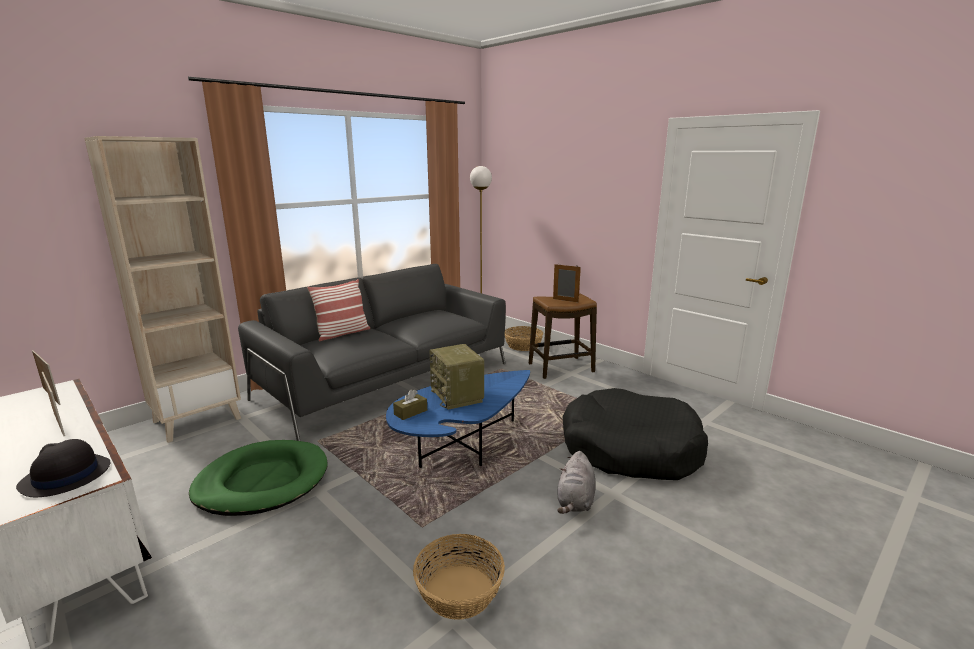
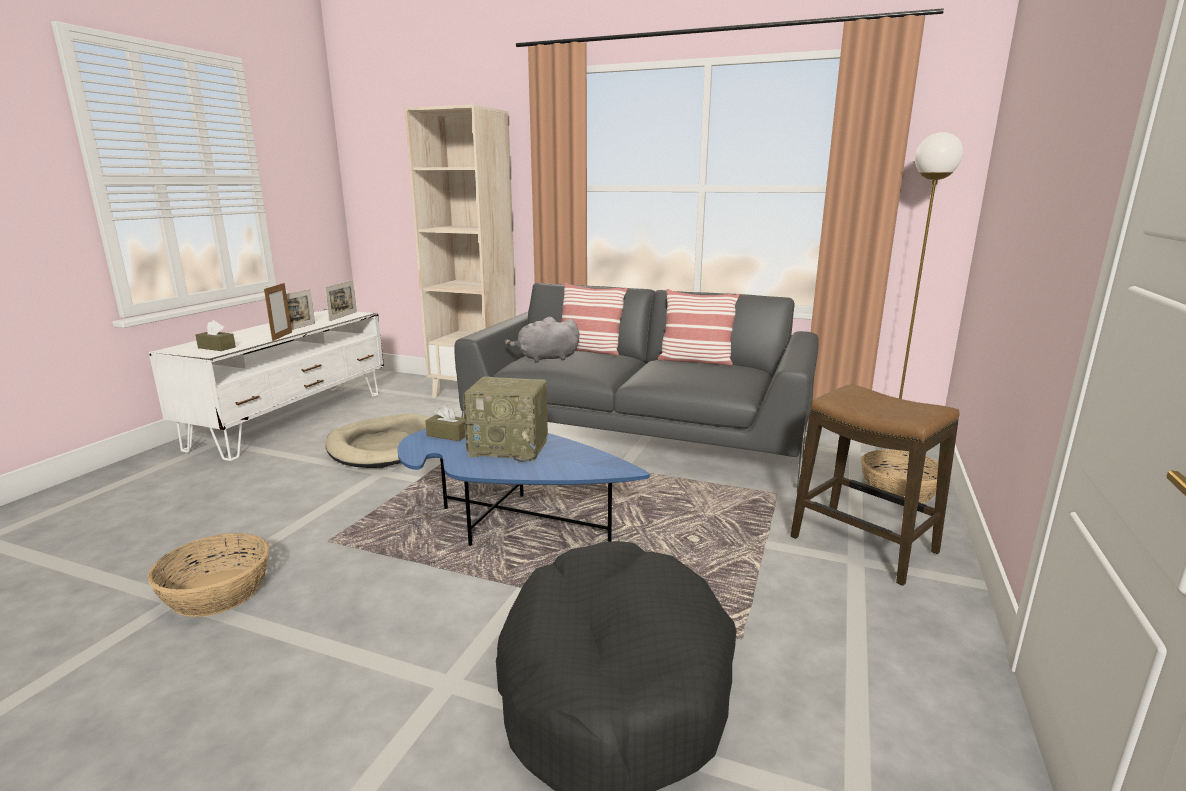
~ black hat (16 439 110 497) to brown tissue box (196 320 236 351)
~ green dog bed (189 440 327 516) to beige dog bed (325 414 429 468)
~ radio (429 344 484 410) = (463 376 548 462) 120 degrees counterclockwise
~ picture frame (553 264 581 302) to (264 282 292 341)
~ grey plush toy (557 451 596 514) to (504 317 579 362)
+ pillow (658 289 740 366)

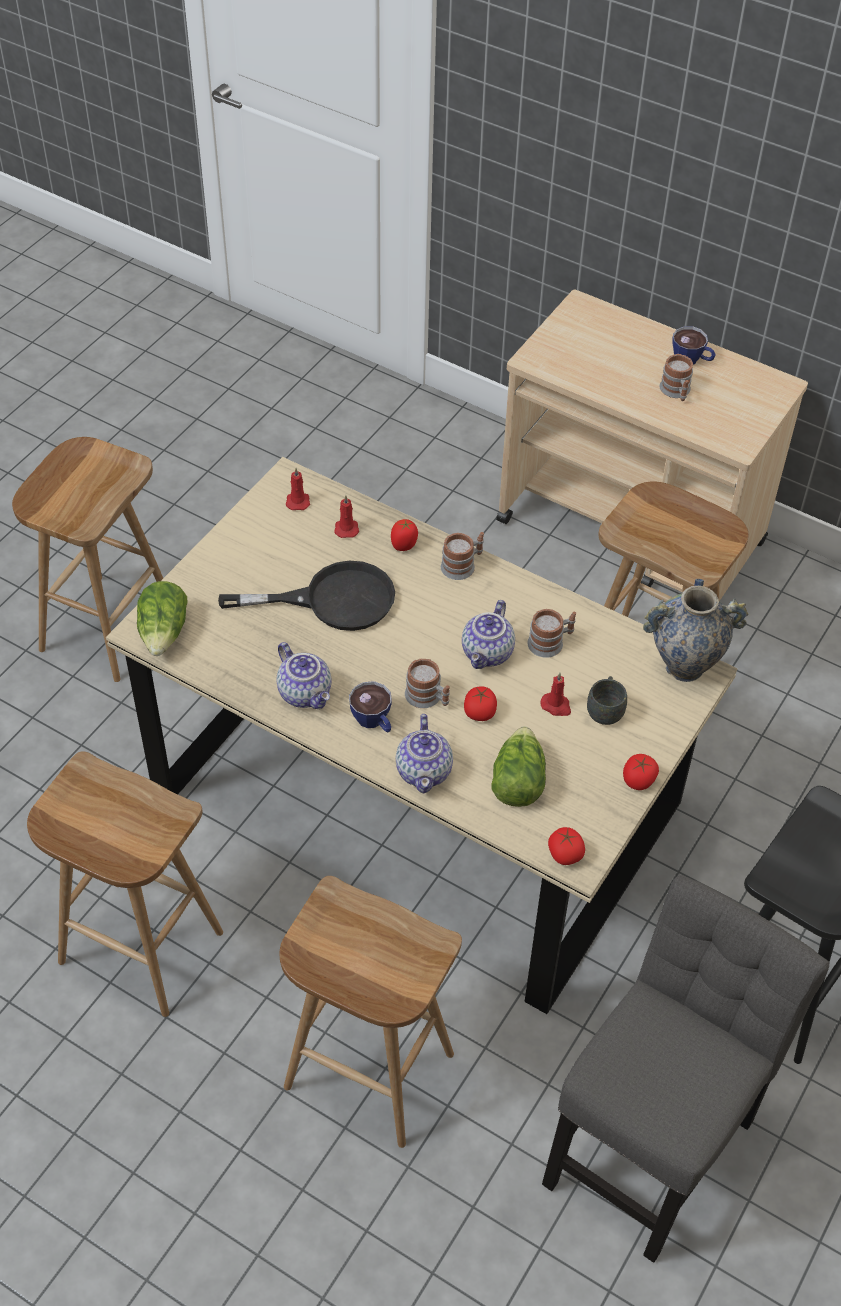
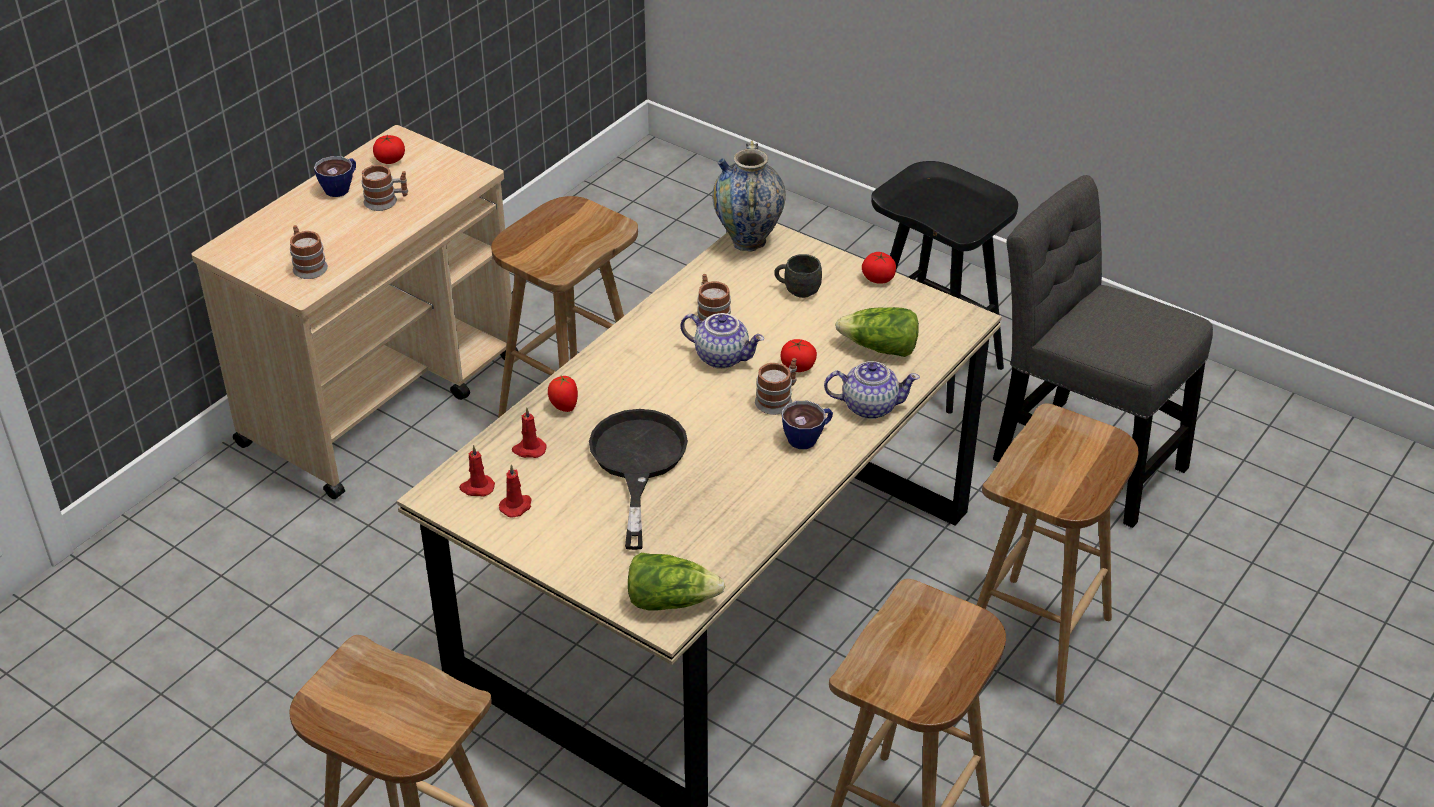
- teapot (277 642 332 709)
~ mug (441 532 484 580) to (290 225 328 279)
~ red candle (541 673 571 716) to (499 464 532 518)
~ tomato (548 827 585 865) to (373 135 405 164)

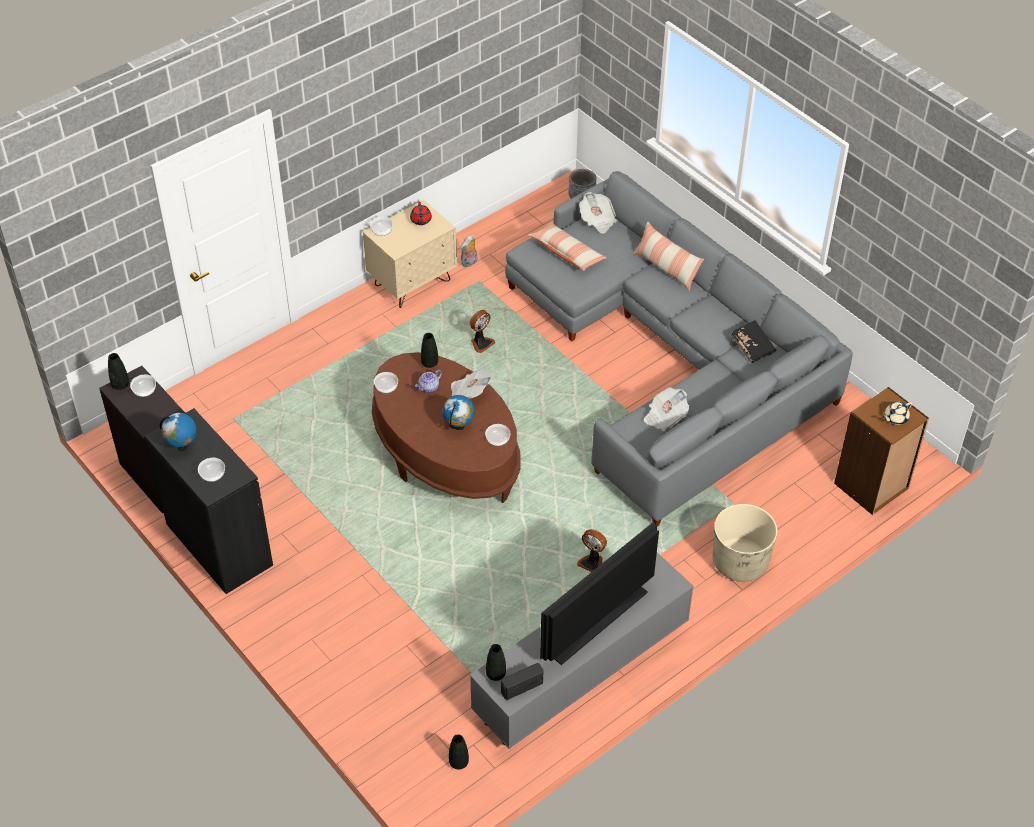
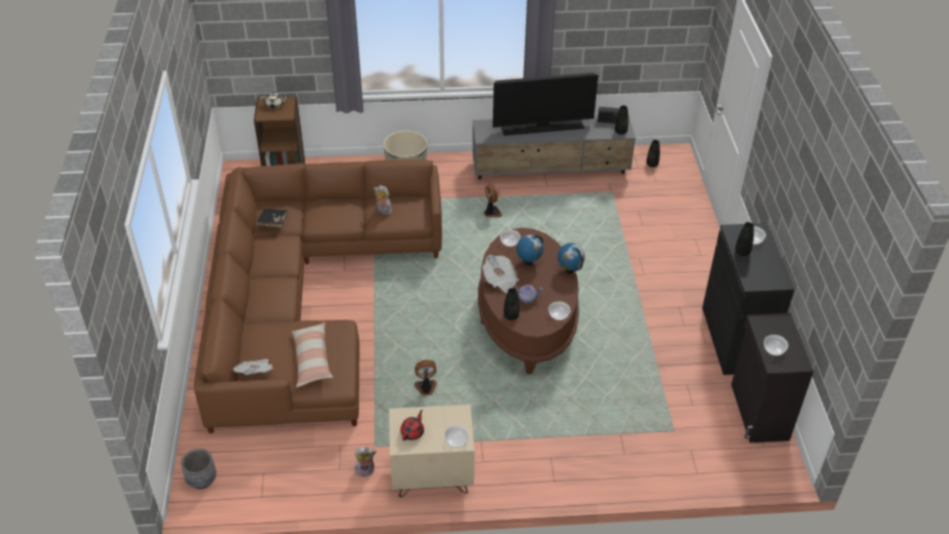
~ black vase (108 353 129 390) to (735 222 754 256)
~ globe (160 413 197 451) to (558 243 585 274)
~ grey sofa (505 171 853 526) to brown sofa (194 160 442 433)
- pillow (633 222 704 291)
~ newspaper (644 387 689 431) to plush toy (373 185 392 215)

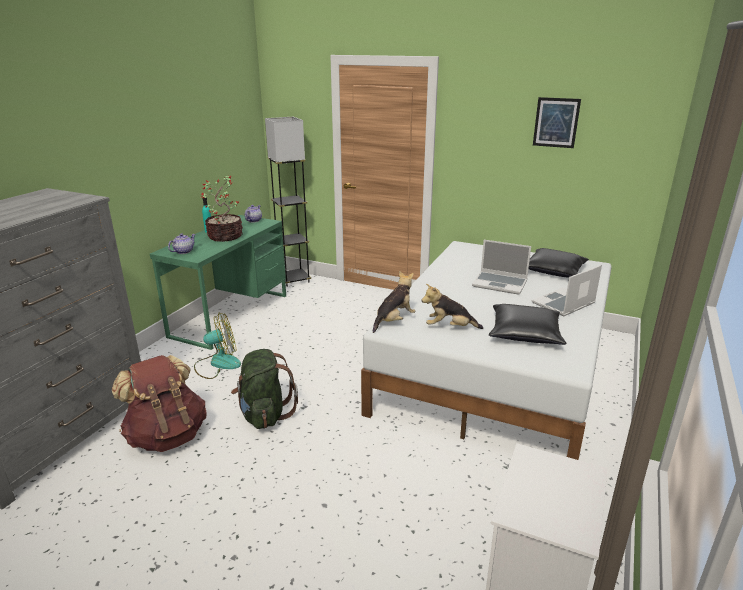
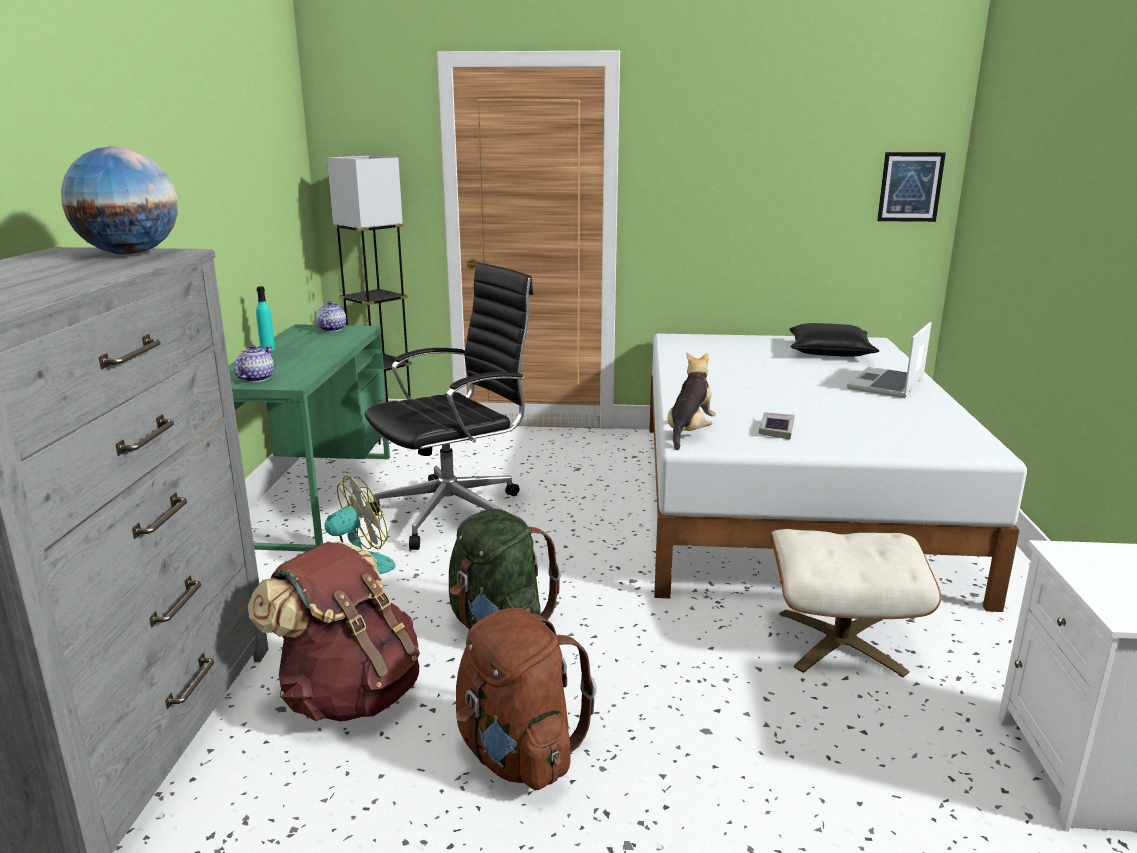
- potted plant (201 175 243 242)
~ plush toy (421 284 483 329) to book (759 413 795 440)
- laptop (472 240 531 295)
- black pillow (489 304 567 345)
~ picture (533 97 581 148) to (877 152 946 222)
+ globe (61 146 178 254)
+ black office chair (365 262 533 550)
+ brown backpack (456 608 597 790)
+ beige ottoman (770 529 941 677)

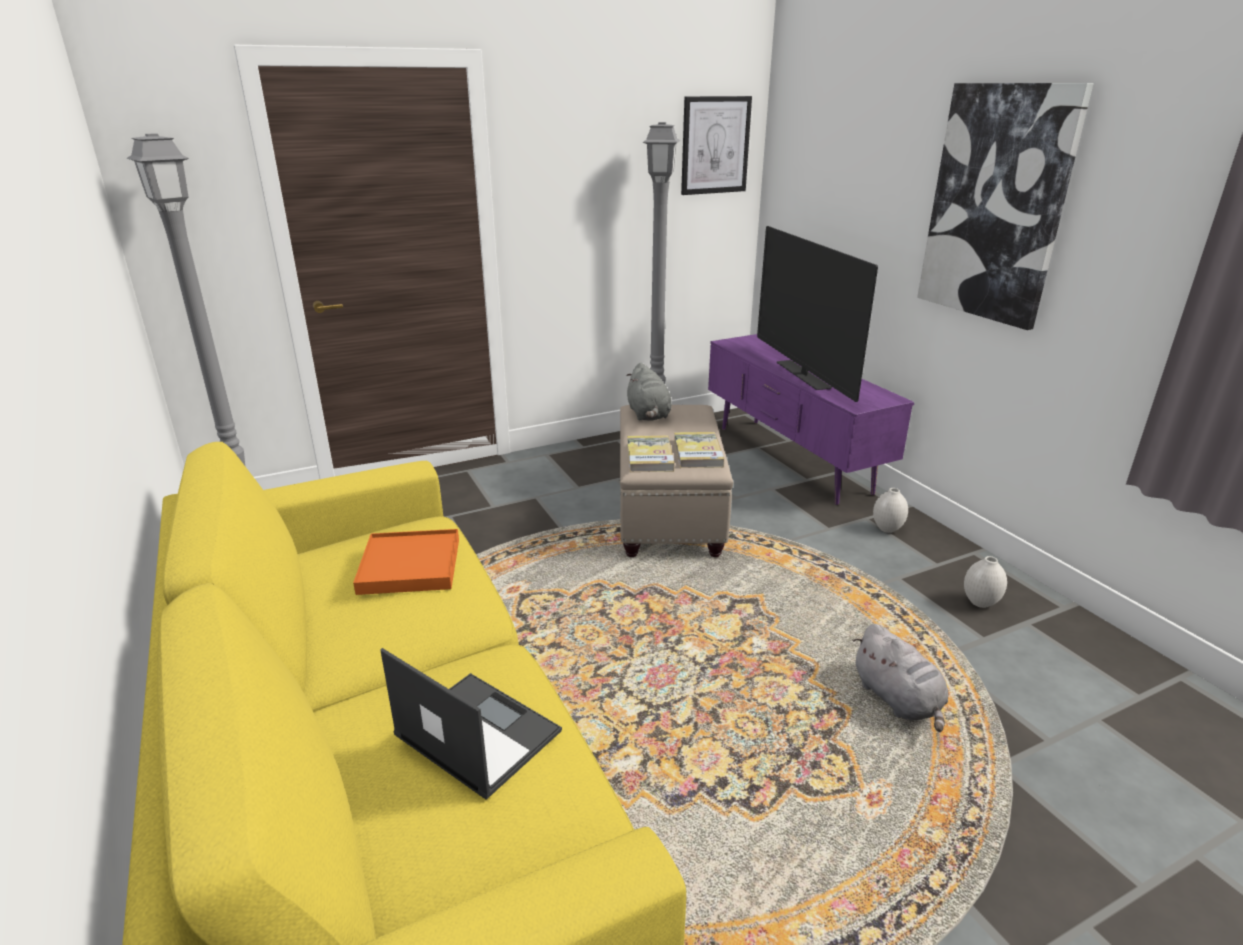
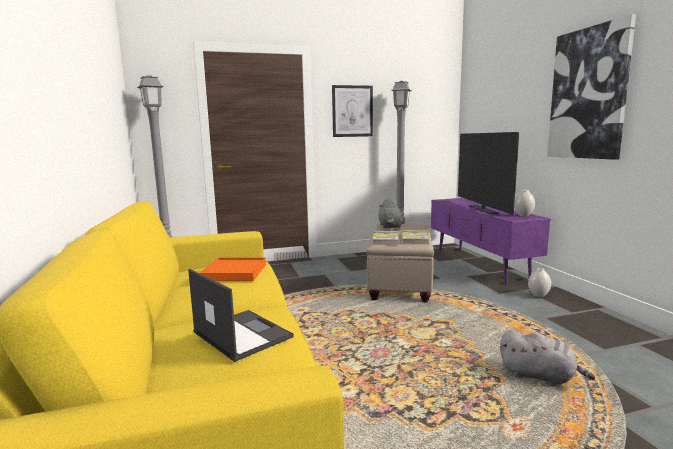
~ picture (681 96 752 195) to (332 85 373 137)
~ grey plush toy (853 624 948 732) = (500 330 595 386) 45 degrees counterclockwise
~ white vase (964 556 1007 608) to (514 190 535 217)

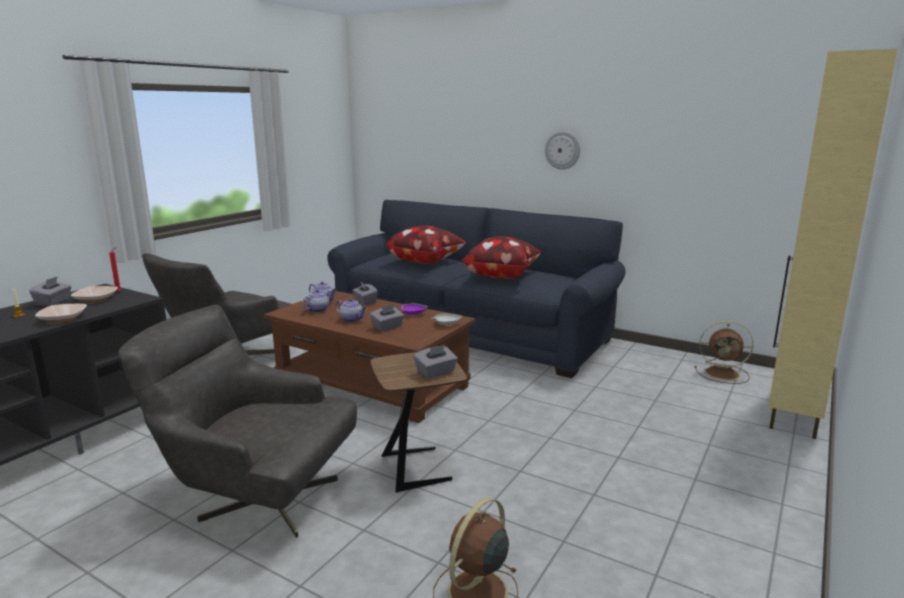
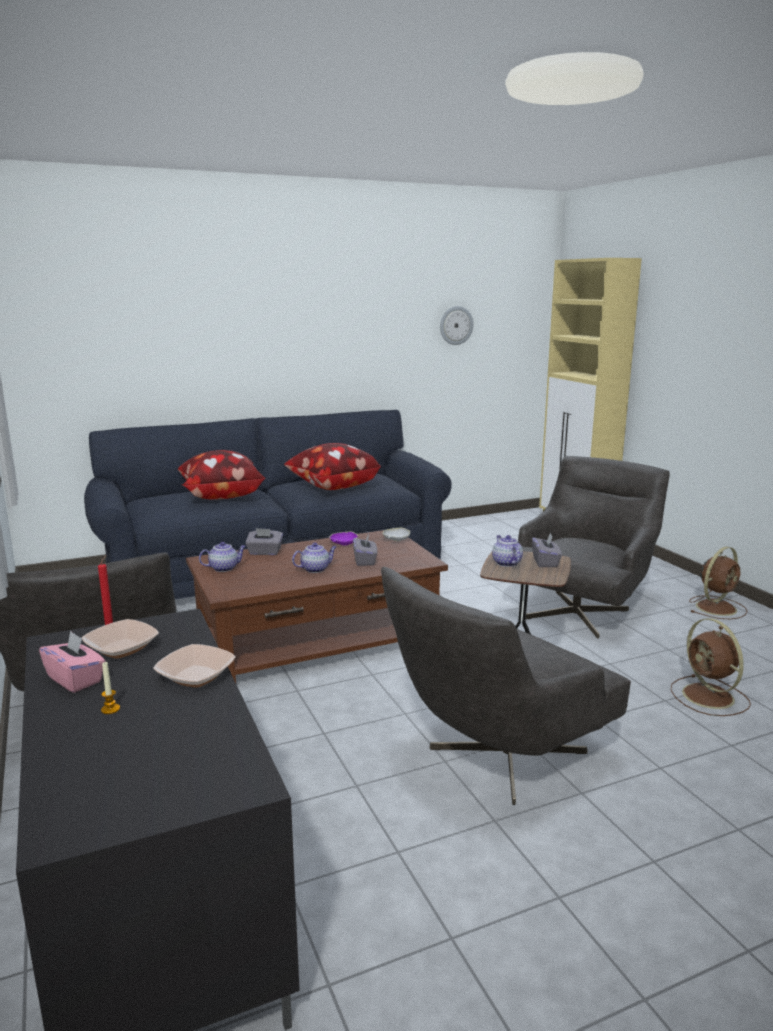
~ grey tissue box (29 276 72 306) to pink tissue box (39 630 106 693)
~ teapot (302 290 332 313) to (492 535 523 567)
~ wall clock (545 131 580 170) to (440 306 473 345)
~ brown fan (694 321 754 384) to (689 547 748 619)
+ grey armchair (518 456 670 639)

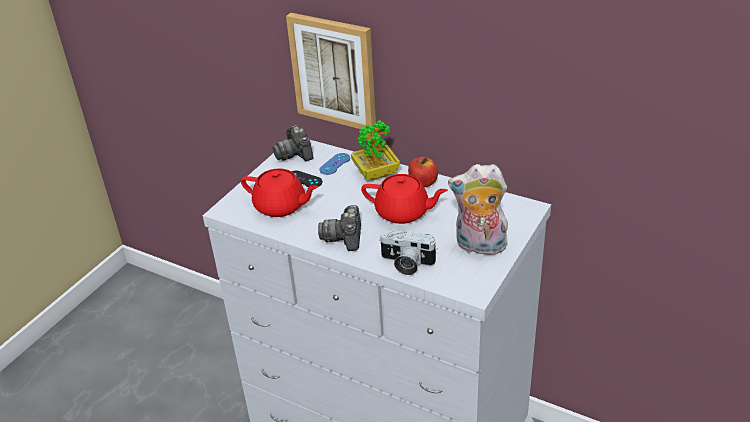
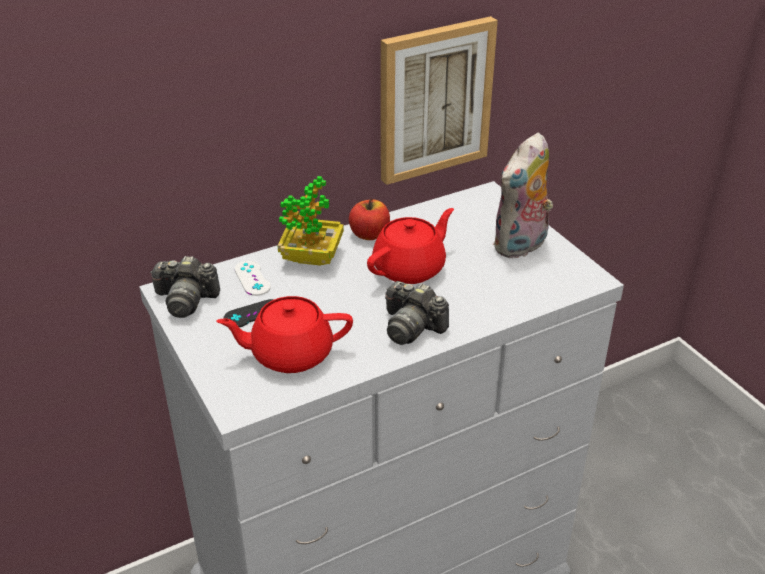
~ red teapot (241 168 319 217) = (217 296 353 373) 150 degrees counterclockwise
~ picture (286 13 376 129) to (381 16 498 185)
~ blue game controller (319 153 350 175) to white game controller (235 261 271 296)
- photo camera (379 230 438 275)

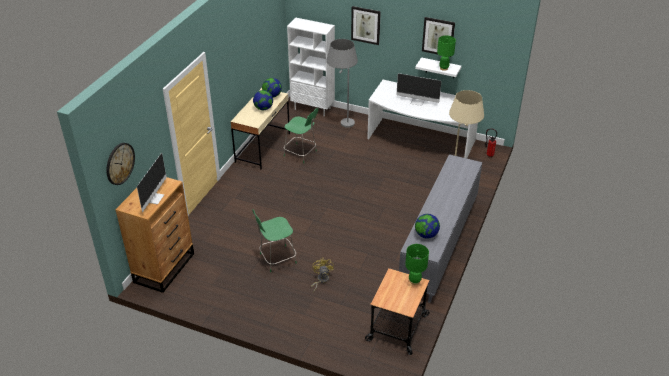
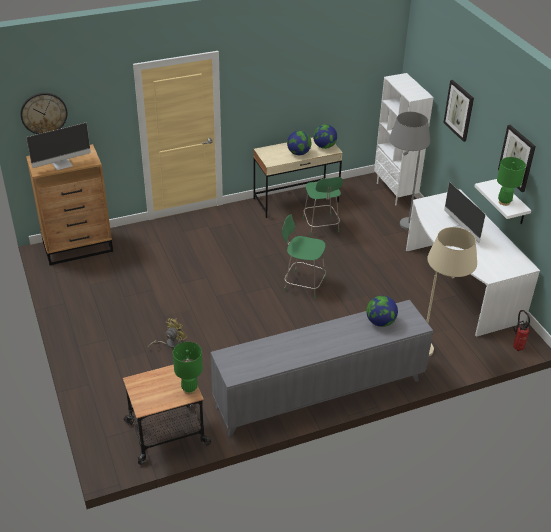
~ green chair (252 209 297 272) to (282 214 326 299)
~ globe (415 214 440 239) to (366 296 398 327)

